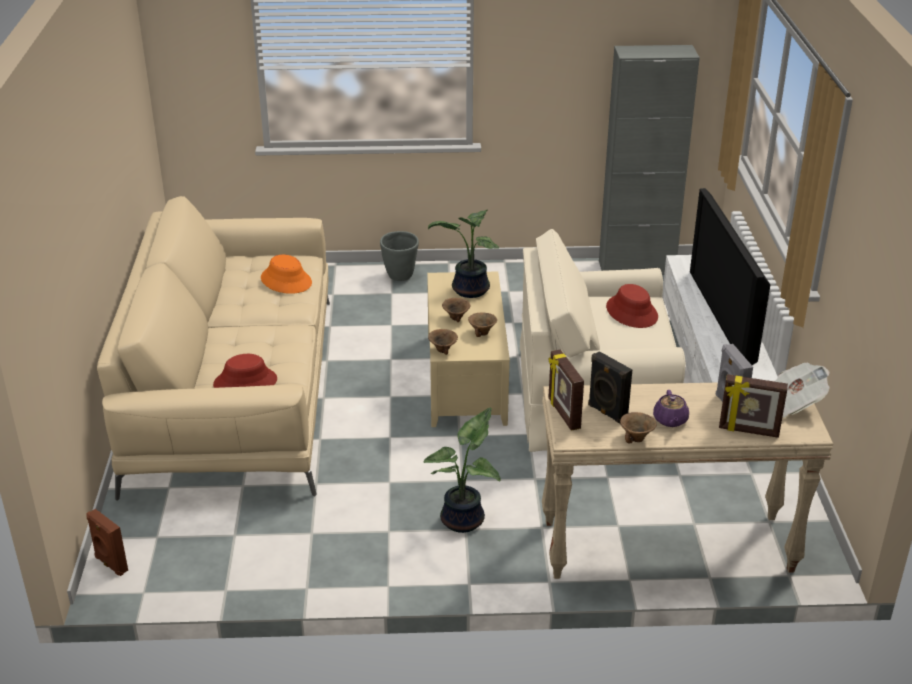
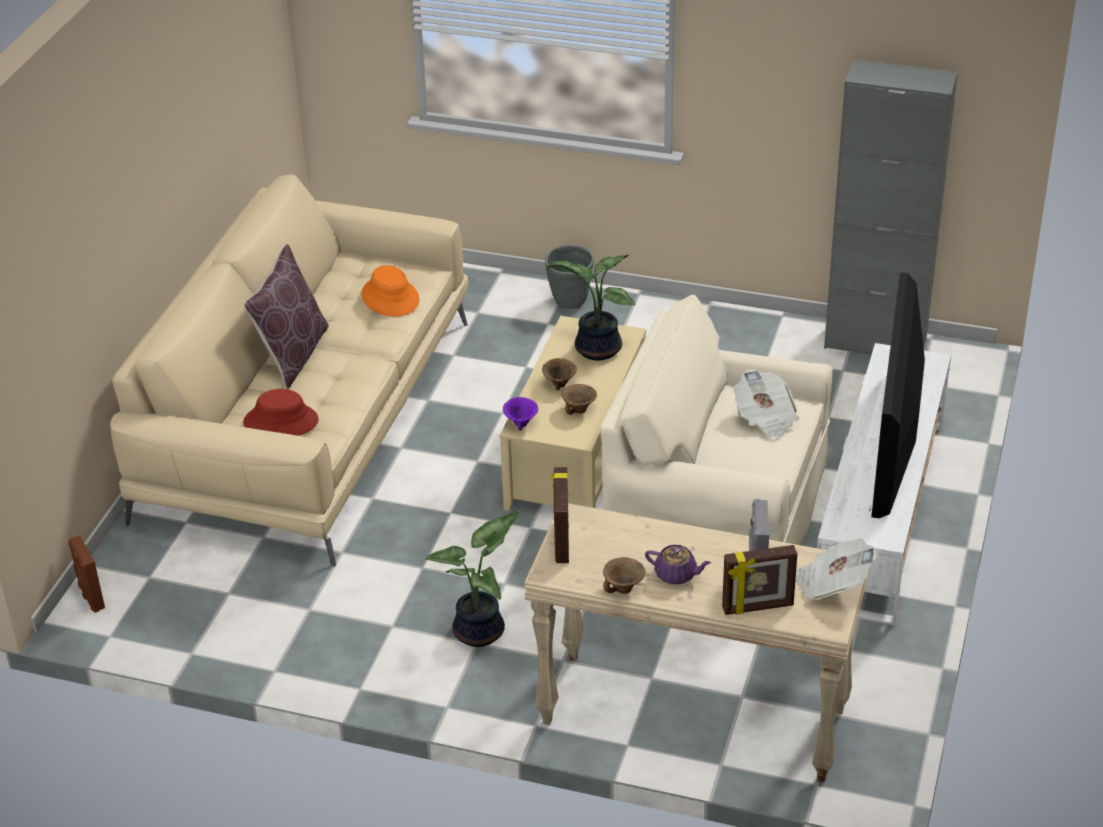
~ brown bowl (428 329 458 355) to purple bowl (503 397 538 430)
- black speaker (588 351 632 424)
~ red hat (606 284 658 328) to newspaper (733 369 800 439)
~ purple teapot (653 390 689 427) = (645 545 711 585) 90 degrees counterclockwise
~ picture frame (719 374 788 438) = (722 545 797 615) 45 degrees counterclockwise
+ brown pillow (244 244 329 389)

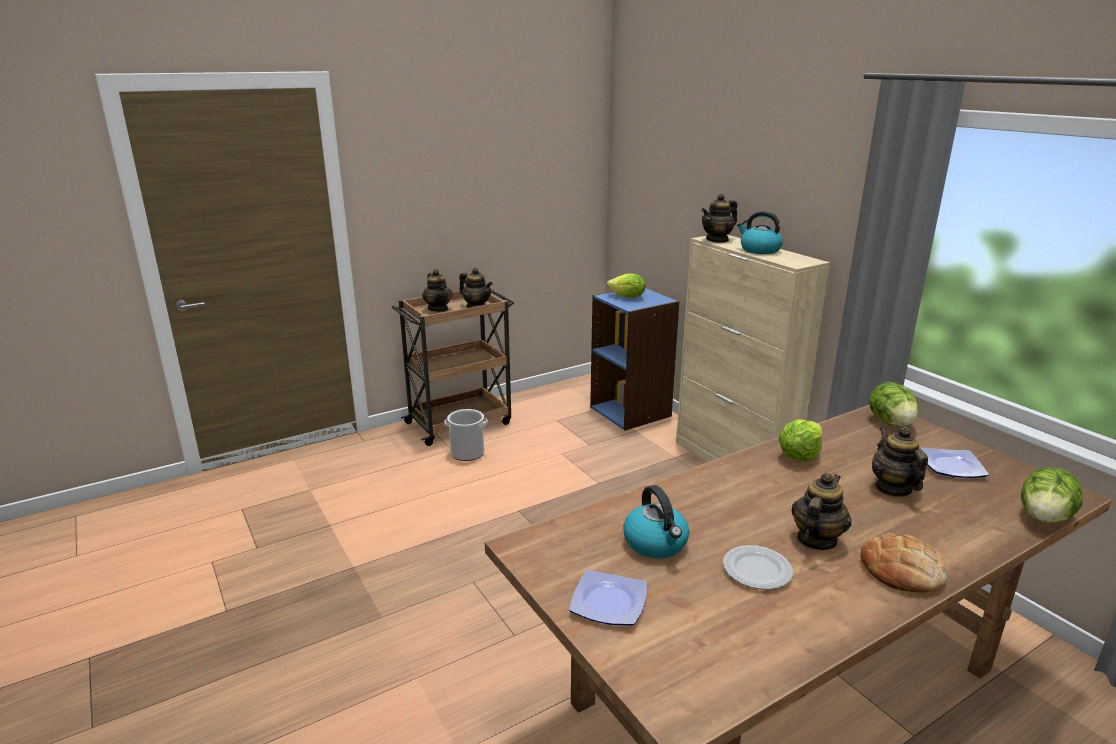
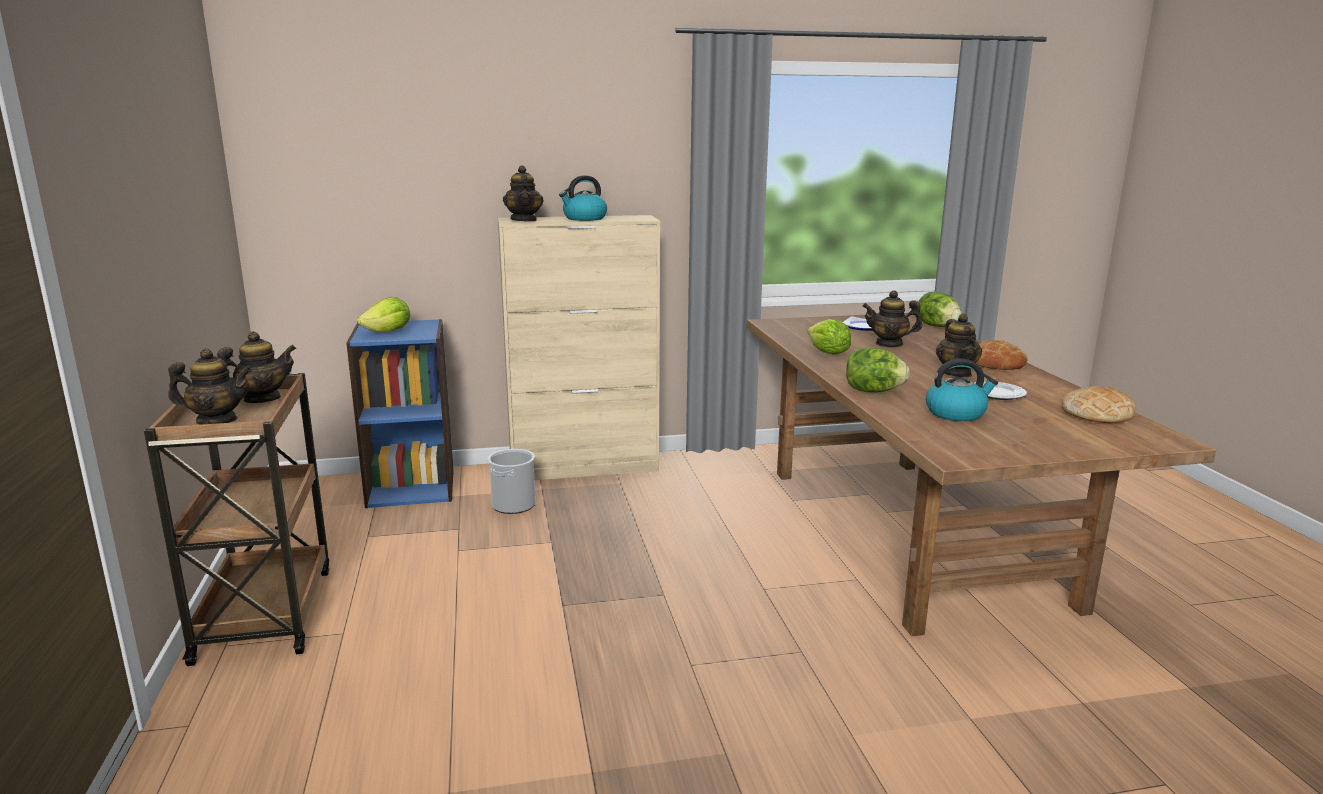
~ bucket (444 409 488 461) to (488 449 535 514)
- plate (569 570 647 626)
~ teapot (791 473 852 550) = (936 314 982 377) 150 degrees counterclockwise
~ lettuce (869 382 918 426) to (846 347 910 392)
+ bread (1062 386 1136 423)

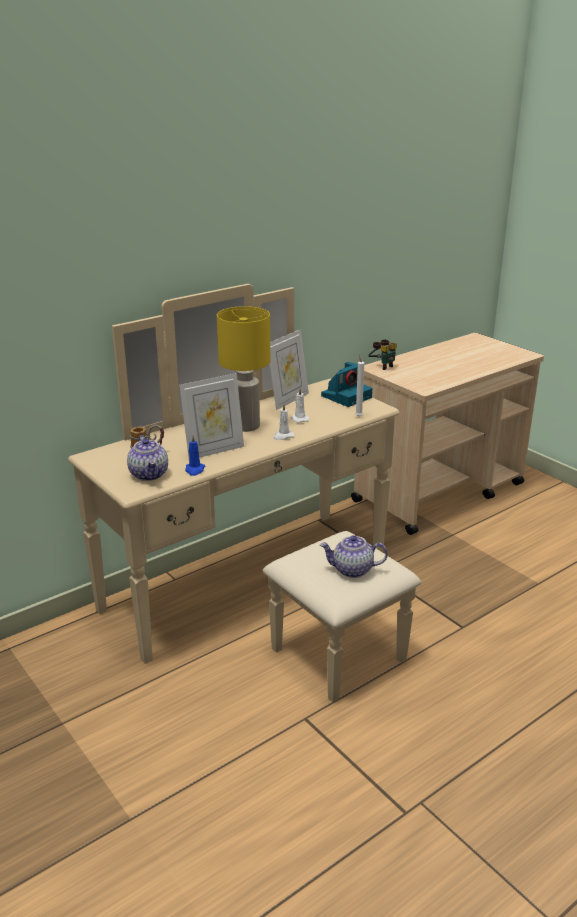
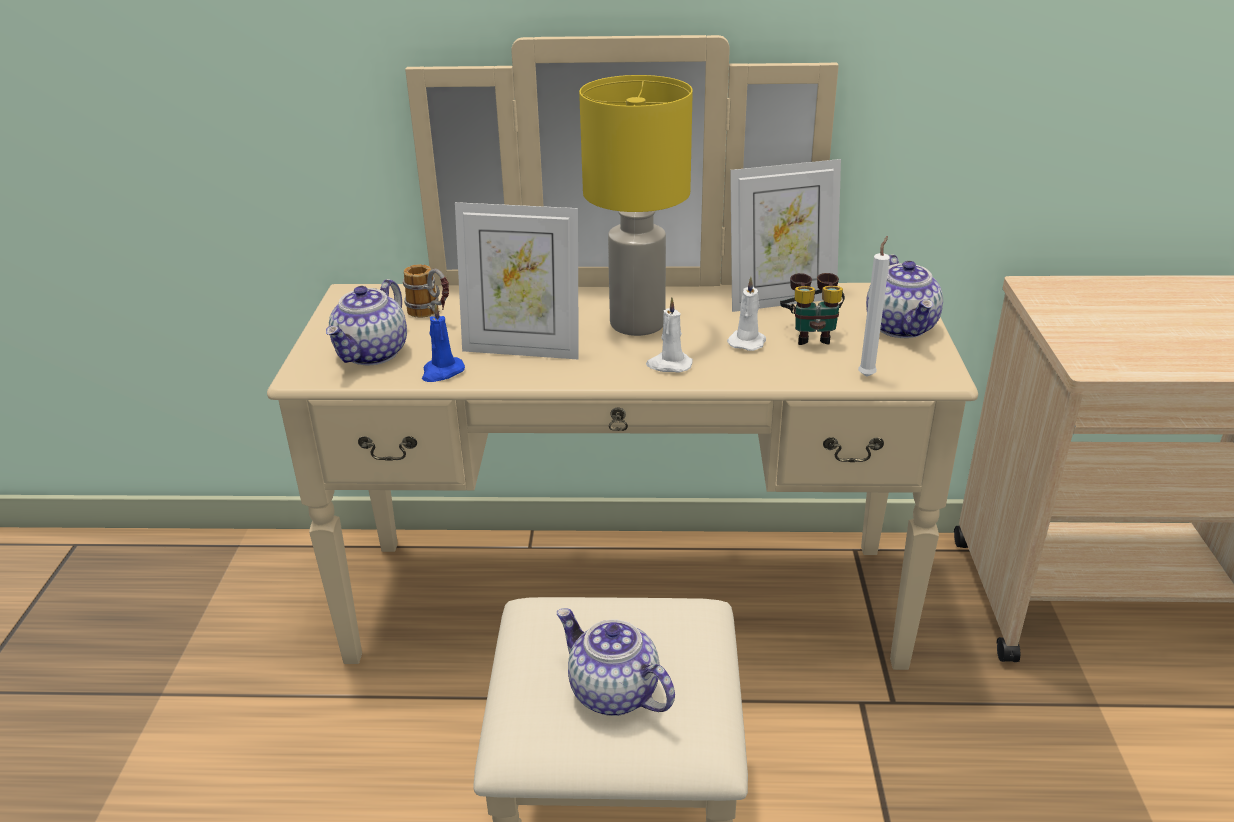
~ photo camera (321 362 372 407) to teapot (866 254 943 338)
~ binoculars (368 340 397 370) to (780 273 845 345)

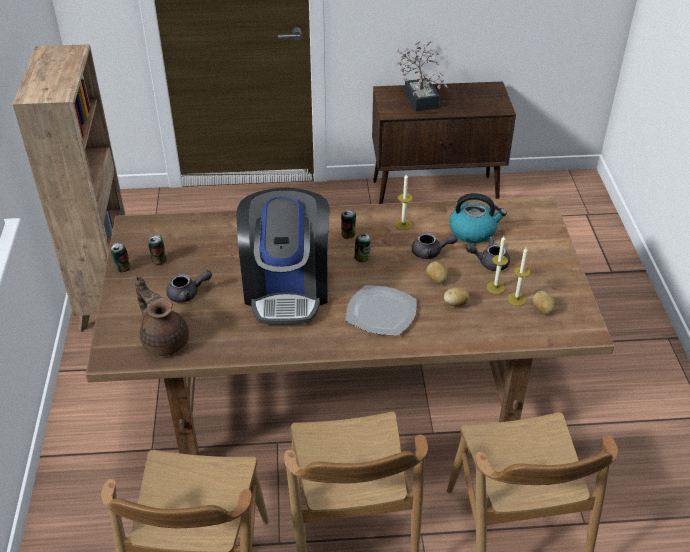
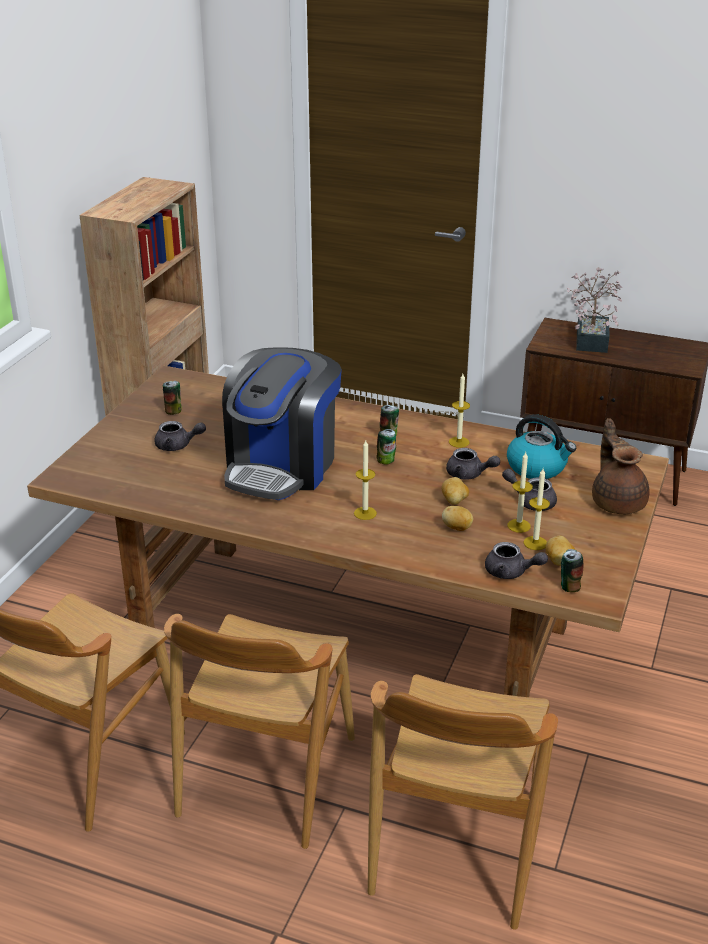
~ can (111 243 130 273) to (561 549 583 592)
~ brown teapot (135 276 189 356) to (592 418 650 514)
~ plate (346 285 416 336) to candle (354 440 377 520)
+ grey teapot (485 542 548 579)

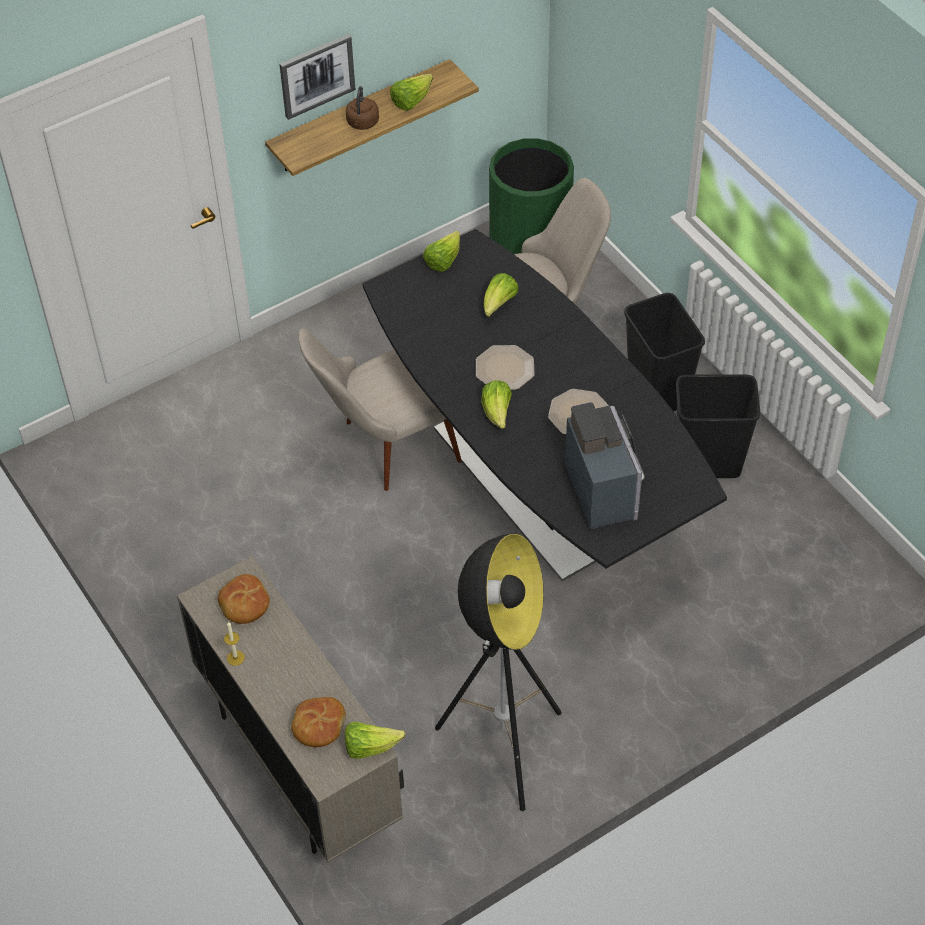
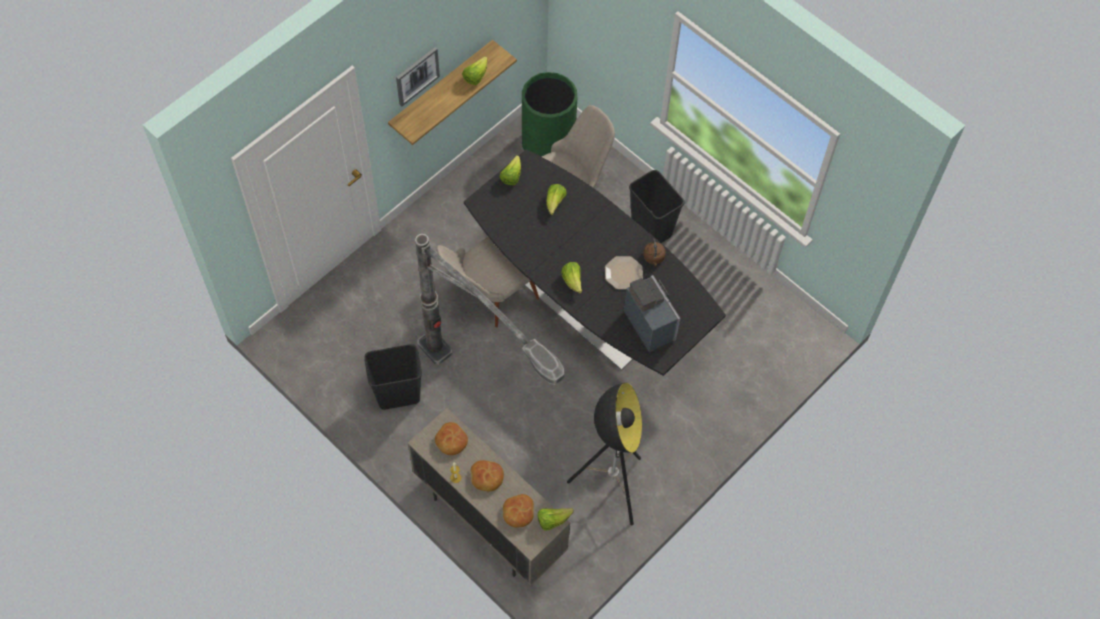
~ brown kettle (346 86 379 130) to (643 238 666 266)
- plate (476 345 535 390)
~ black trash can (676 375 760 478) to (364 344 422 410)
+ floor lamp (415 234 564 385)
+ bread (470 460 504 491)

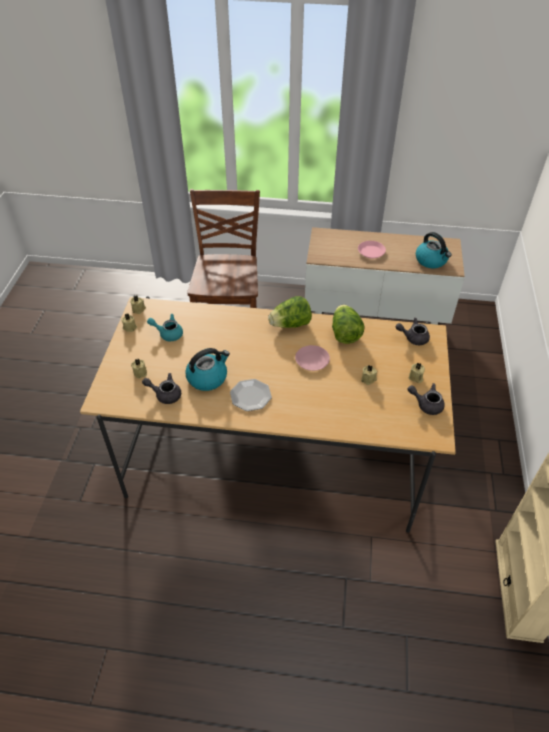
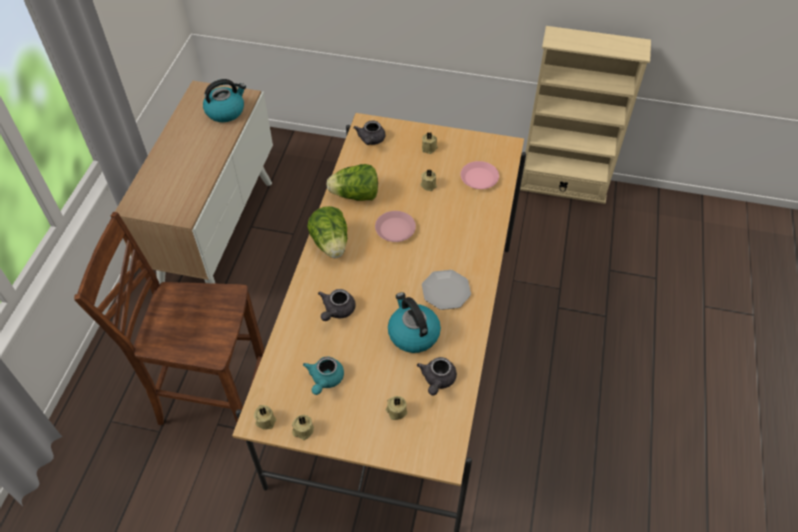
~ pink plate (358 241 386 258) to (460 161 499 189)
~ grey teapot (408 383 445 415) to (318 289 356 321)

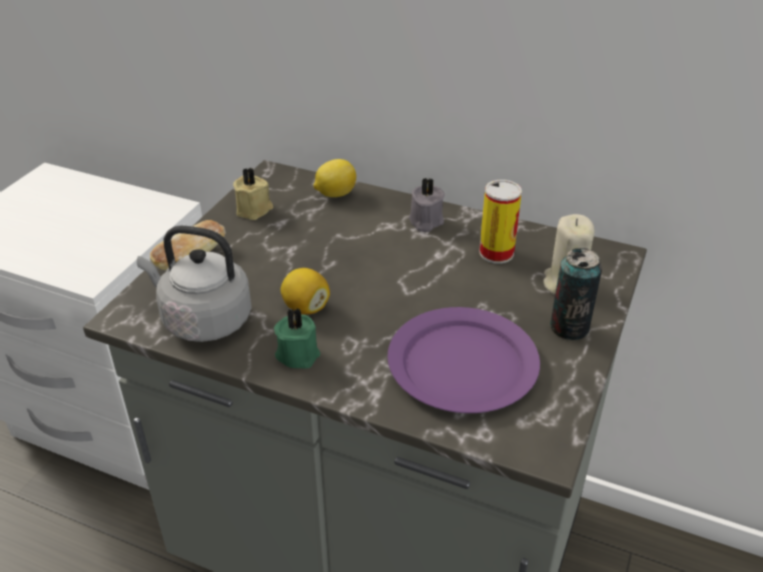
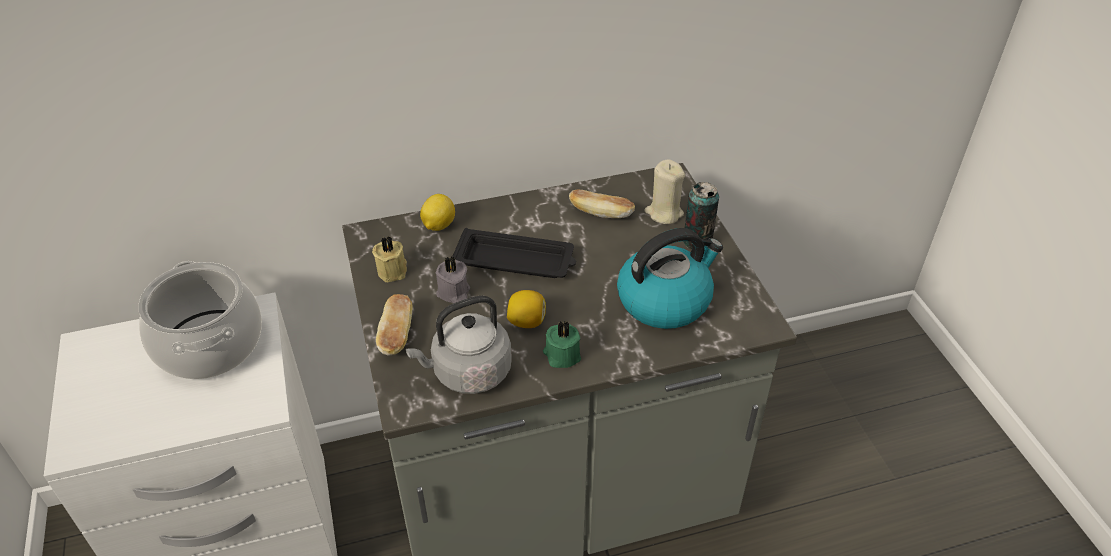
~ purple plate (387 307 540 413) to kettle (617 228 723 329)
~ grey candle (409 178 445 232) to (436 257 470 303)
~ can (479 180 522 264) to bread (569 189 635 218)
+ cooking pot (138 261 262 379)
+ black tray (452 228 576 278)

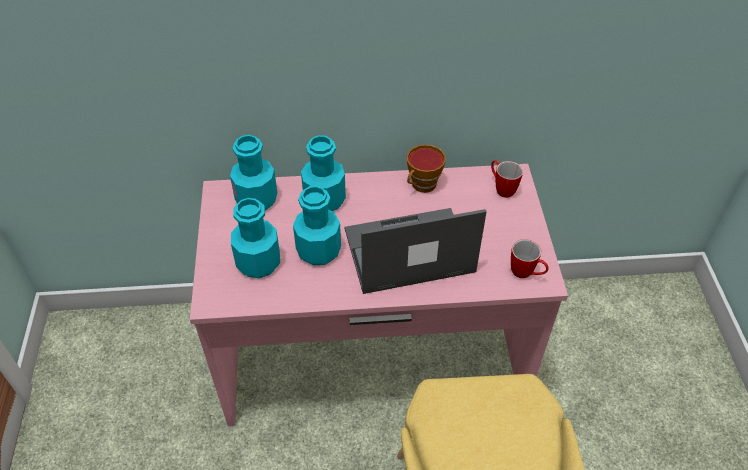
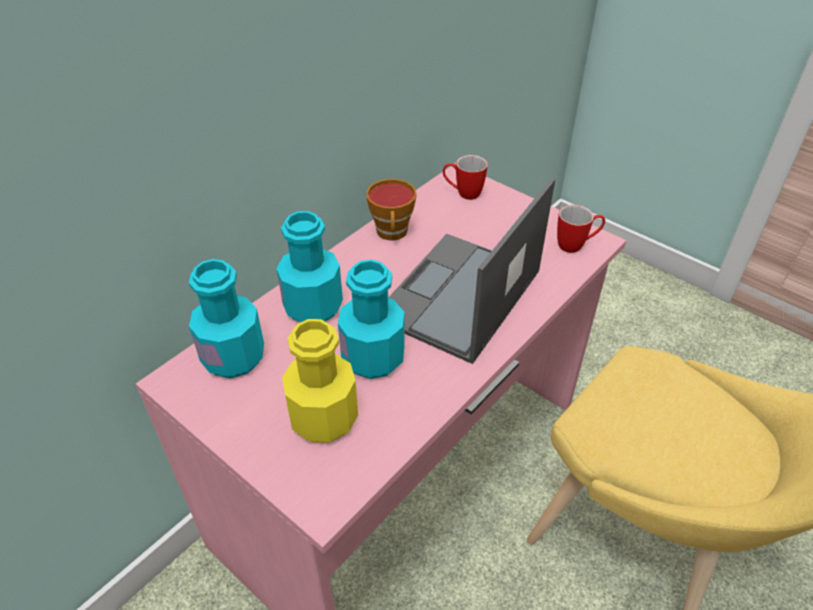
~ turquoise bottle (231 198 280 278) to yellow bottle (282 319 358 443)

